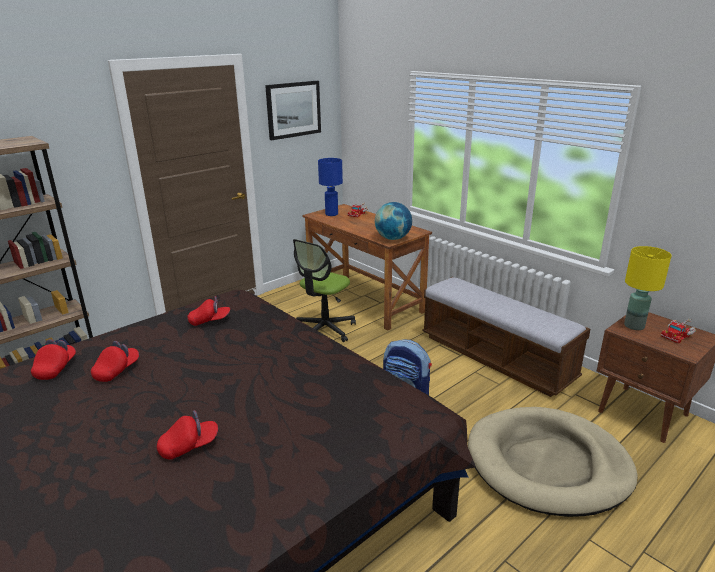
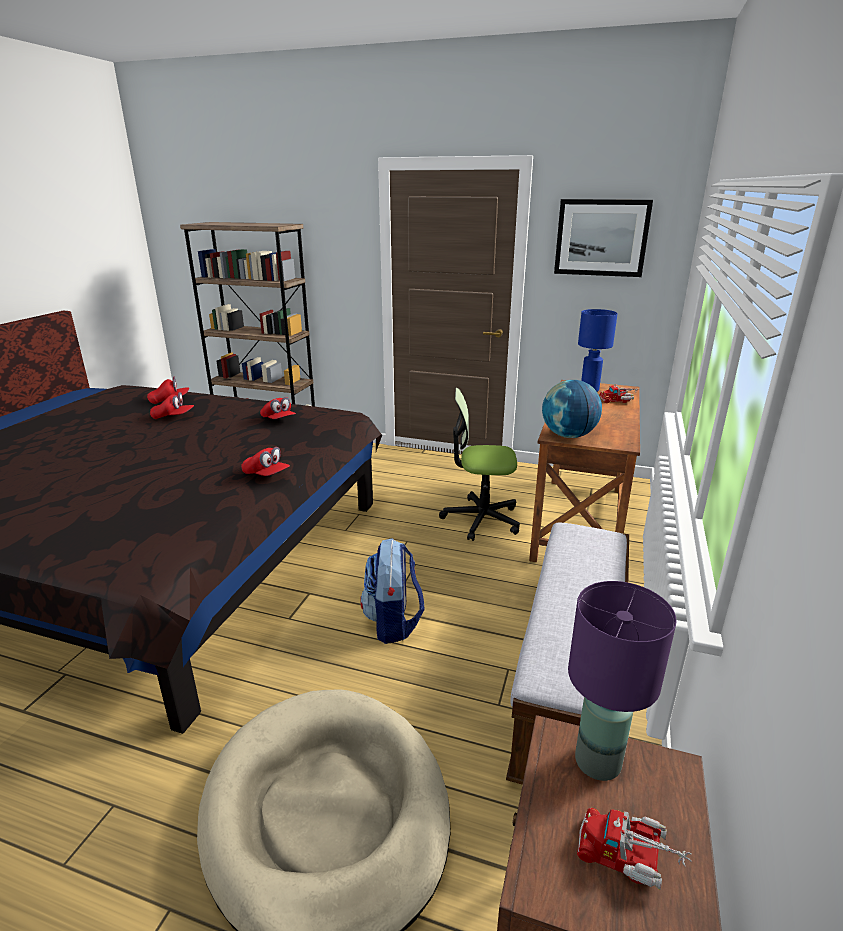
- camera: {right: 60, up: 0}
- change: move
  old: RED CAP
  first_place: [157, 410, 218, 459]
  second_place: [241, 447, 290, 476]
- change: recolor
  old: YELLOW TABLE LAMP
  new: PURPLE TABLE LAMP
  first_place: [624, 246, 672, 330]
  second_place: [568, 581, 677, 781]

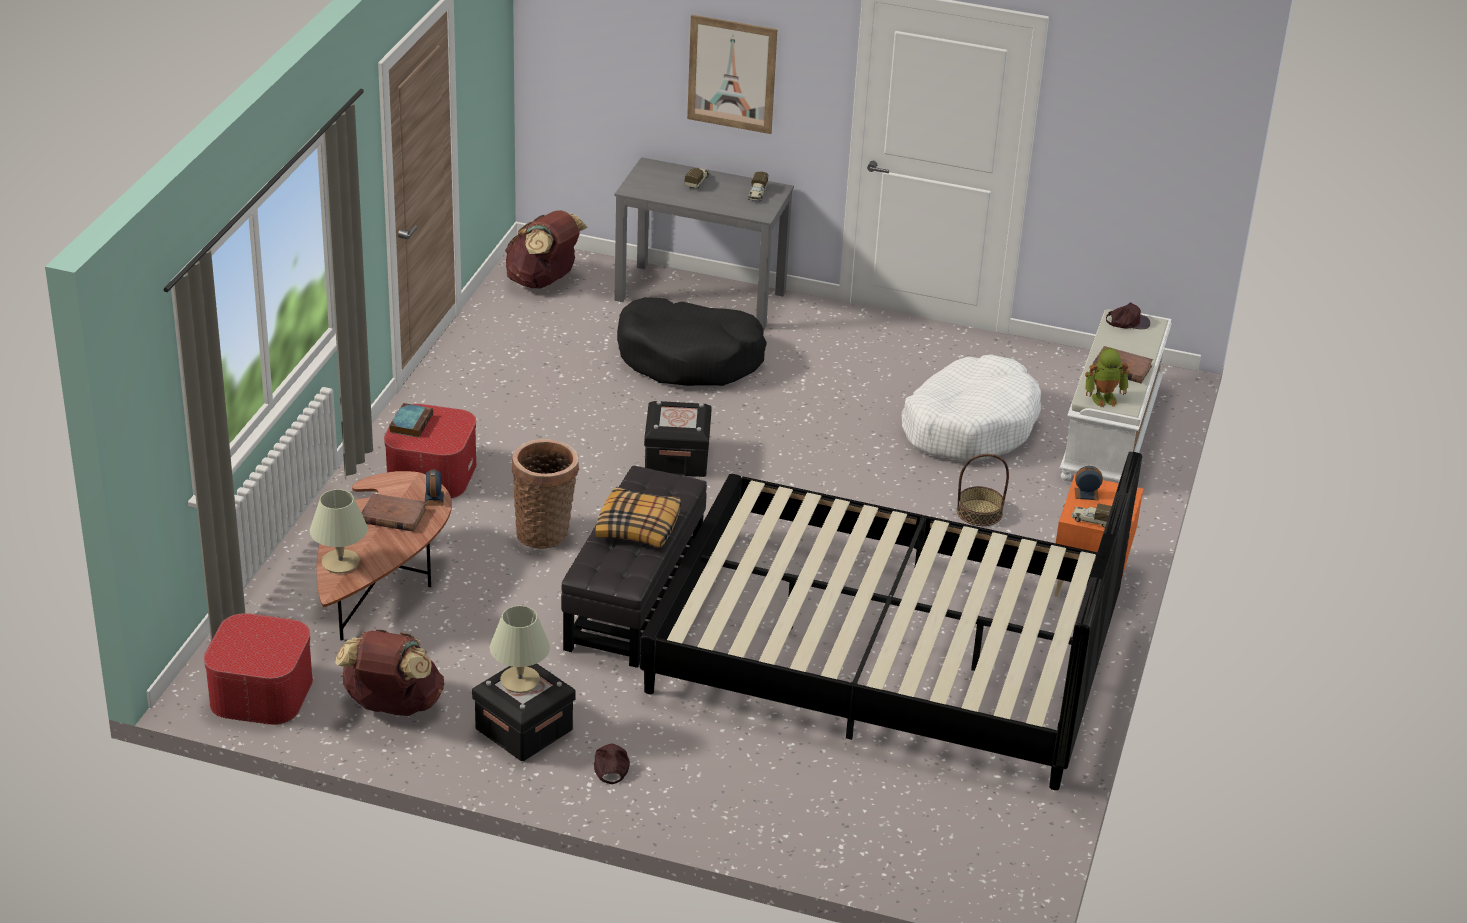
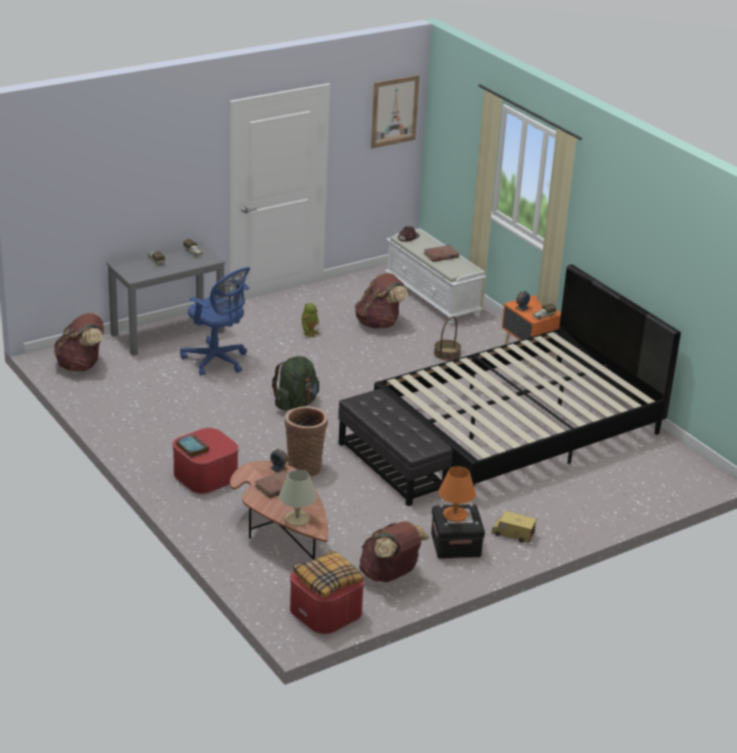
- camera: {right: -50, up: -5}
- change: move
  old: PILLOW
  first_place: [595, 487, 681, 548]
  second_place: [293, 550, 364, 598]
- change: move
  old: PICTURE
  first_place: [687, 15, 778, 134]
  second_place: [371, 75, 420, 148]
- change: move
  old: TOY ROBOT
  first_place: [1085, 348, 1130, 407]
  second_place: [301, 303, 319, 337]
- change: replace
  old: BROWN CAP
  new: TOY TRUCK
  first_place: [594, 744, 630, 784]
  second_place: [491, 511, 537, 543]
- change: replace
  old: BLACK DOG BED
  new: BLUE OFFICE CHAIR
  first_place: [617, 297, 767, 386]
  second_place: [180, 267, 250, 376]
- change: replace
  old: BLACK STORAGE BOX
  new: GREEN BACKPACK
  first_place: [644, 401, 712, 477]
  second_place: [272, 356, 319, 411]
- change: replace
  old: WHITE DOG BED
  new: BROWN BACKPACK
  first_place: [902, 354, 1041, 461]
  second_place: [355, 273, 408, 328]
- change: recolor
  old: BEIGE TABLE LAMP
  new: ORANGE TABLE LAMP
  first_place: [490, 606, 550, 693]
  second_place: [439, 466, 476, 522]

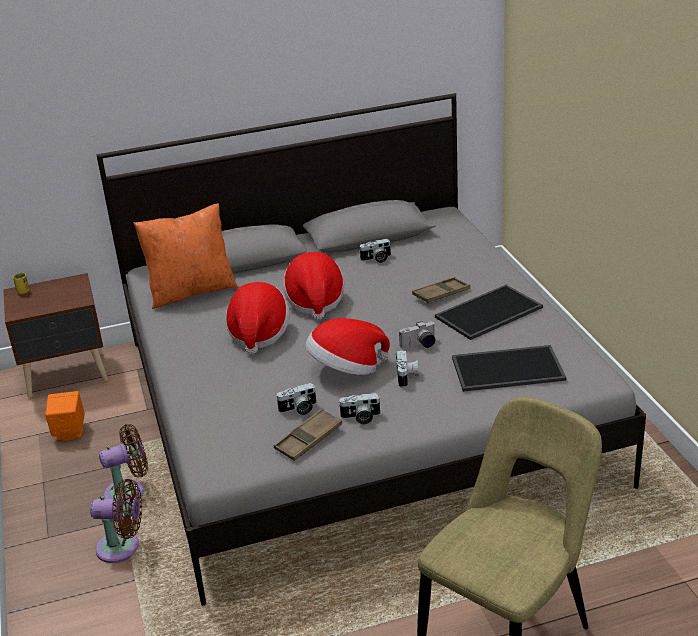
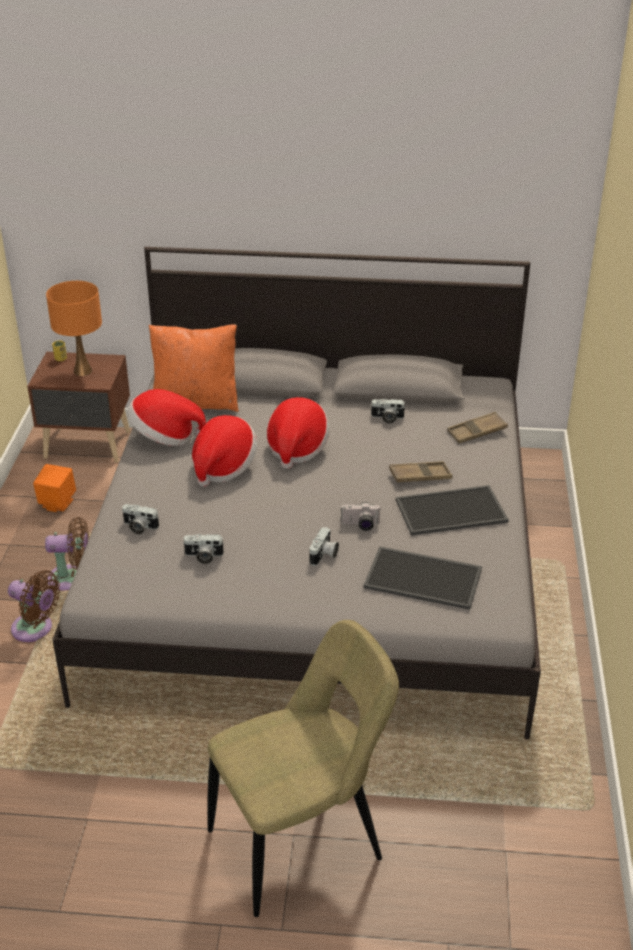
- camera: {right: 20, up: 5}
- change: insert
  new: ORANGE TABLE LAMP
  second_place: [46, 281, 102, 376]
- change: move
  old: BROWN TRAY
  first_place: [274, 409, 342, 461]
  second_place: [447, 412, 508, 443]
- change: move
  old: HAT
  first_place: [305, 318, 390, 375]
  second_place: [127, 389, 206, 446]
- change: move
  old: PHOTO CAMERA
  first_place: [338, 393, 381, 425]
  second_place: [122, 504, 159, 535]

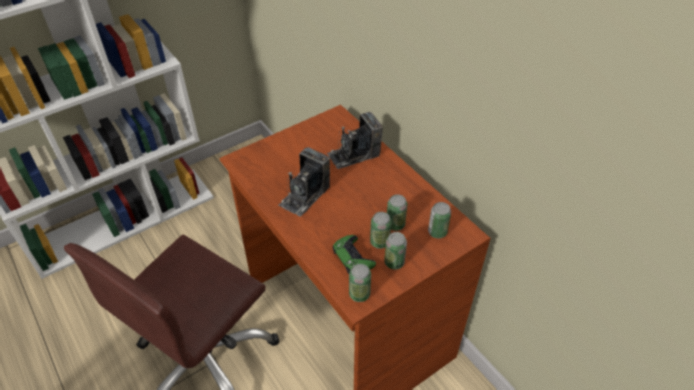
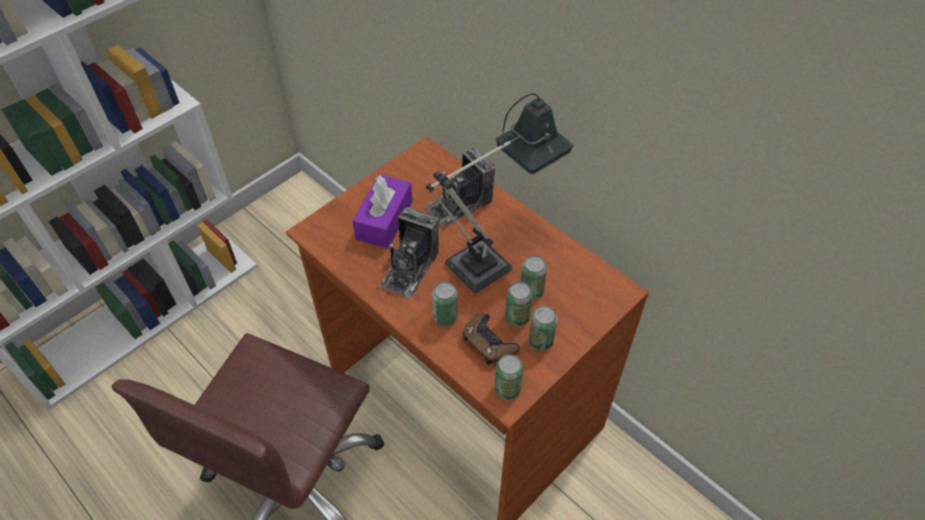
- camera: {right: -10, up: 5}
- change: insert
  new: PURPLE TISSUE BOX
  second_place: [353, 175, 413, 248]
- change: insert
  new: TABLE LAMP
  second_place: [426, 94, 574, 293]
- change: move
  old: CAN
  first_place: [428, 202, 451, 239]
  second_place: [432, 282, 458, 326]
- change: recolor
  old: GREEN GAME CONTROLLER
  new: BROWN GAME CONTROLLER
  first_place: [333, 235, 376, 274]
  second_place: [462, 313, 520, 365]

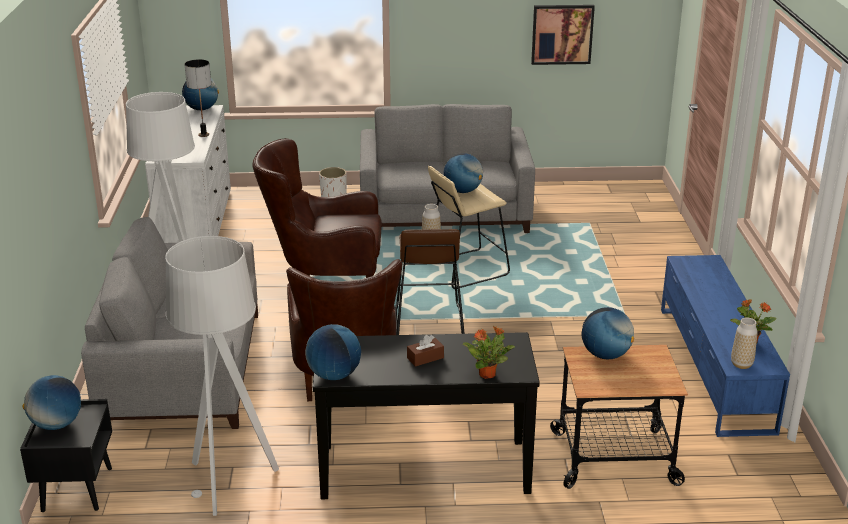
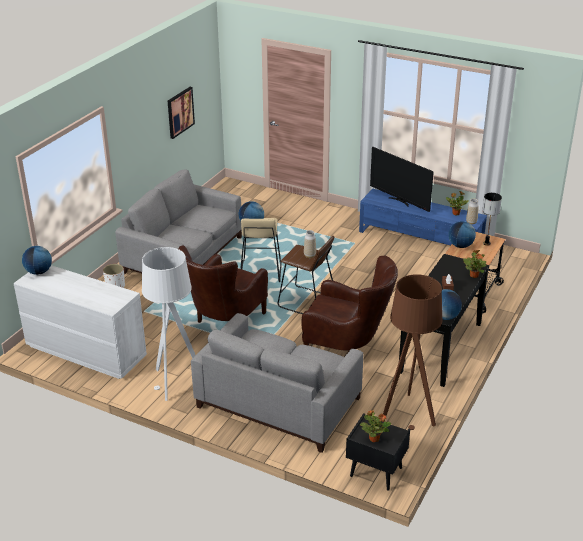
- camera: {right: -60, up: 5}
- change: insert
  new: TELEVISION
  second_place: [370, 147, 434, 212]
- change: move
  old: TABLE LAMP
  first_place: [184, 59, 211, 137]
  second_place: [482, 193, 502, 246]
- change: replace
  old: GLOBE
  new: POTTED PLANT
  first_place: [23, 375, 81, 430]
  second_place: [360, 410, 391, 442]
- change: recolor
  old: GREY FLOOR LAMP
  new: BROWN FLOOR LAMP
  first_place: [165, 236, 279, 516]
  second_place: [382, 274, 443, 430]

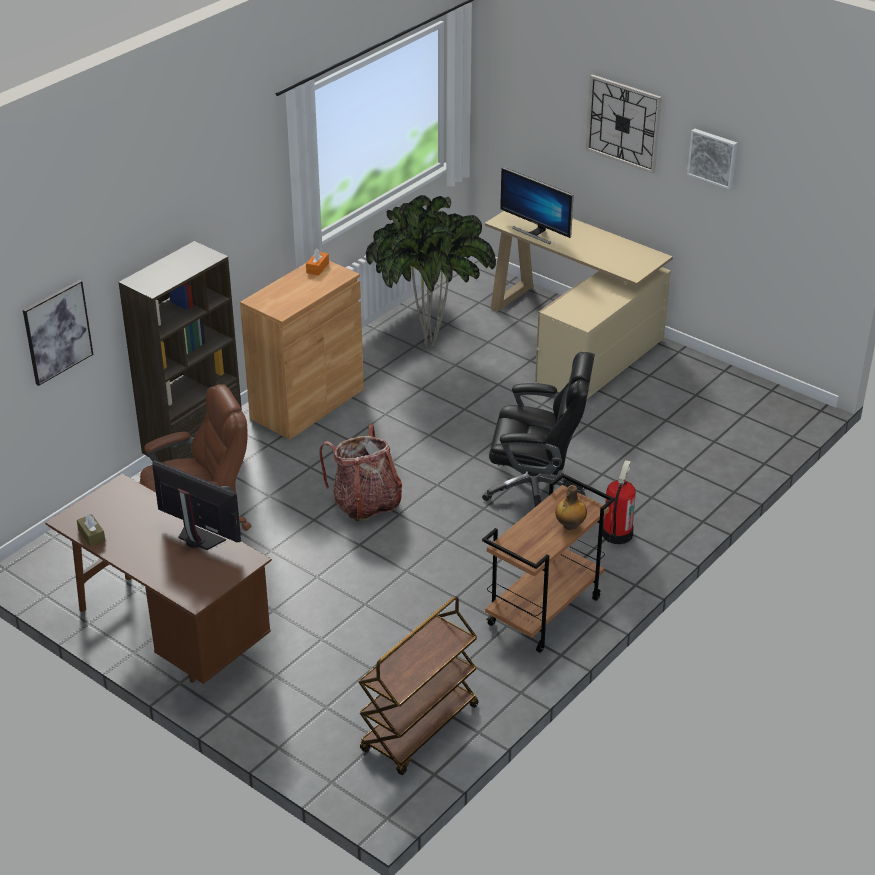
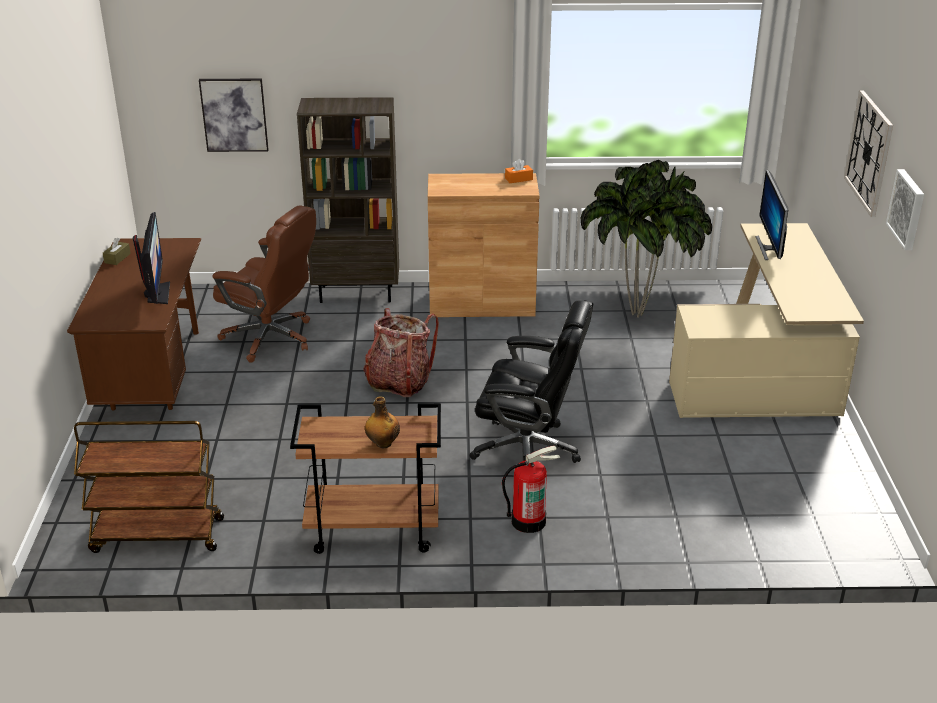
- camera: {right: 50, up: -5}
- change: rotate
  old: BLACK OFFICE CHAIR
  first_place: [482, 352, 595, 507]
  second_place: [469, 300, 593, 463]
  degrees: -45

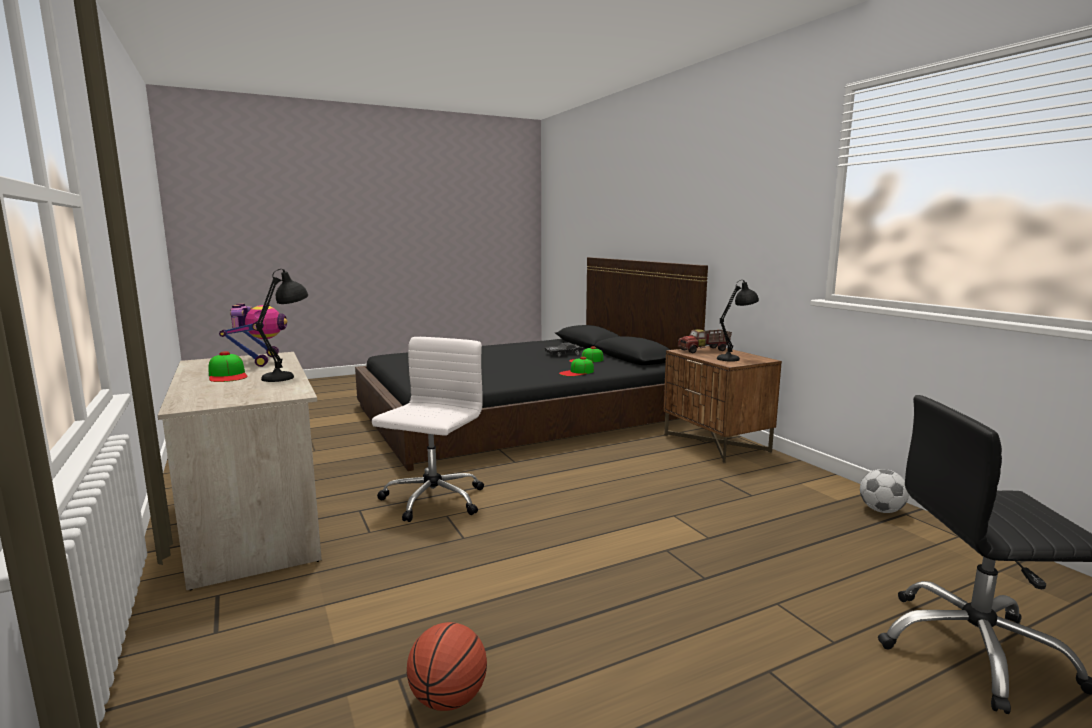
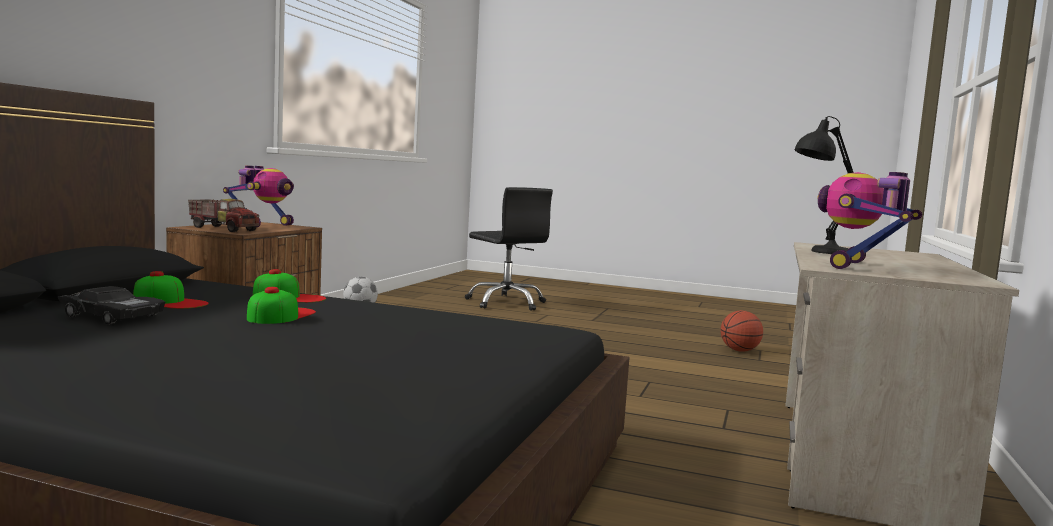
- camera: {right: -135, up: -5}
- change: delete
  old: WHITE OFFICE CHAIR
  first_place: [372, 337, 484, 522]
- change: move
  old: CAP
  first_place: [209, 351, 247, 382]
  second_place: [247, 287, 316, 324]
- change: replace
  old: BLACK TABLE LAMP
  new: TOY ROBOT
  first_place: [717, 280, 759, 362]
  second_place: [223, 165, 294, 228]

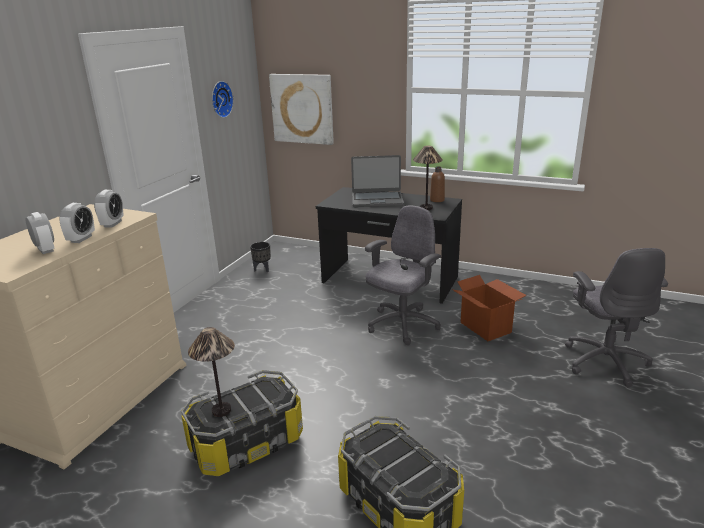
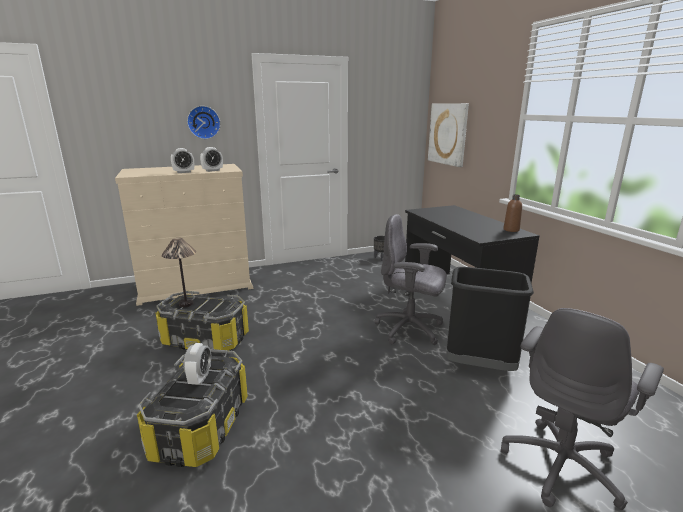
- camera: {right: 45, up: -5}
- change: delete
  old: LAPTOP
  first_place: [351, 155, 404, 207]
- change: delete
  old: TABLE LAMP
  first_place: [413, 146, 443, 210]
- change: move
  old: ALARM CLOCK
  first_place: [26, 212, 55, 254]
  second_place: [184, 343, 211, 385]
- change: move
  old: WALL CLOCK
  first_place: [212, 81, 234, 118]
  second_place: [187, 106, 221, 139]
- change: replace
  old: CARDBOARD BOX
  new: BLACK TRASH CAN
  first_place: [452, 275, 527, 341]
  second_place: [446, 267, 534, 371]
- change: rotate
  old: GREY OFFICE CHAIR
  first_place: [365, 205, 441, 345]
  second_place: [374, 214, 447, 345]
  degrees: -150

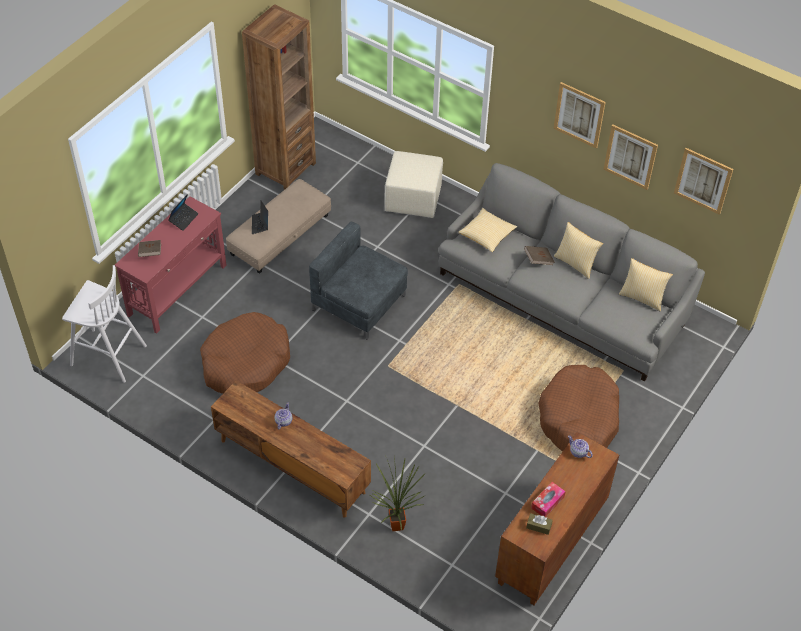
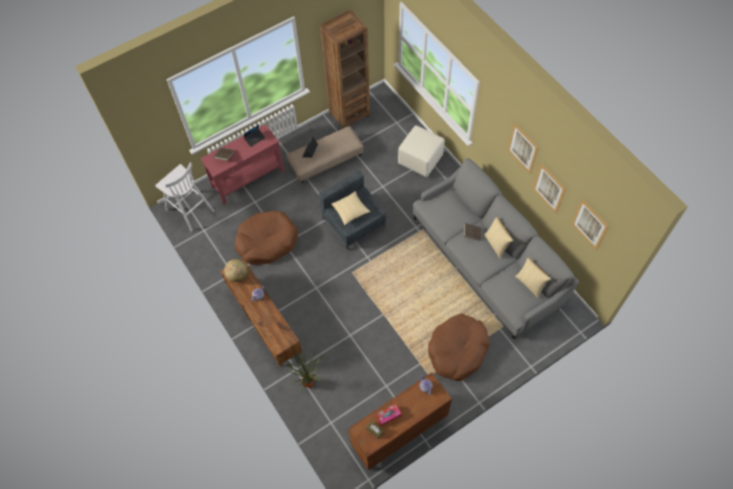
- camera: {right: 25, up: 10}
- change: insert
  new: GLOBE
  second_place: [224, 259, 247, 282]
- change: move
  old: PILLOW
  first_place: [458, 208, 517, 252]
  second_place: [331, 191, 371, 225]

